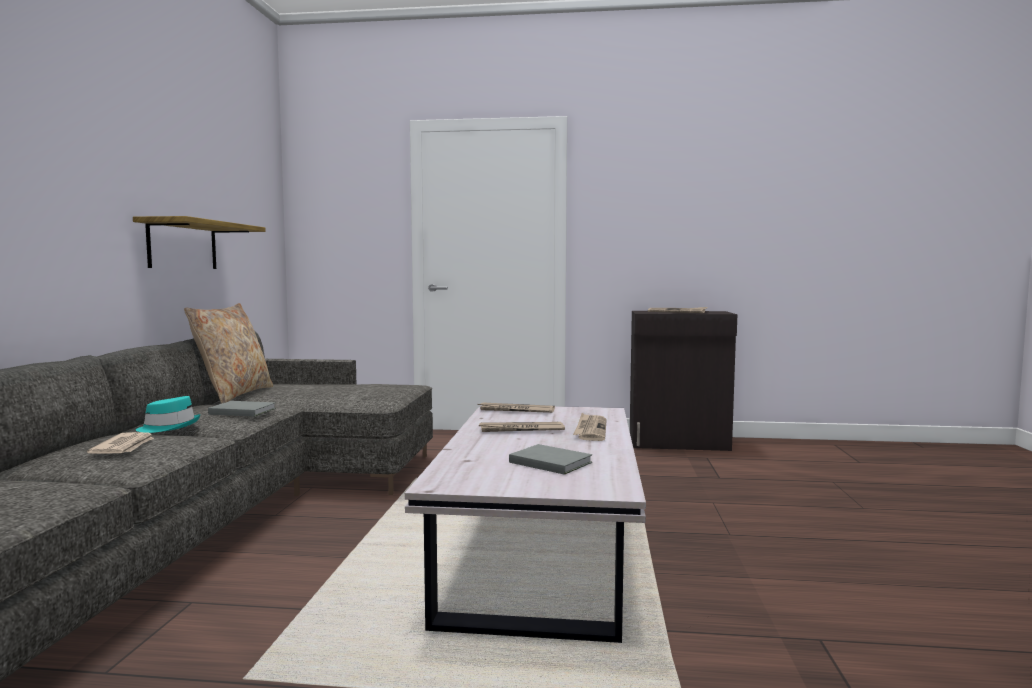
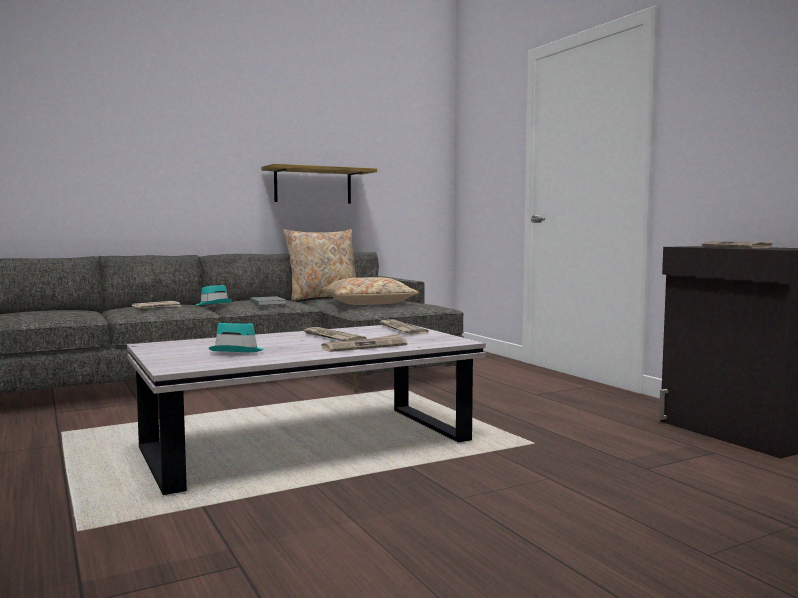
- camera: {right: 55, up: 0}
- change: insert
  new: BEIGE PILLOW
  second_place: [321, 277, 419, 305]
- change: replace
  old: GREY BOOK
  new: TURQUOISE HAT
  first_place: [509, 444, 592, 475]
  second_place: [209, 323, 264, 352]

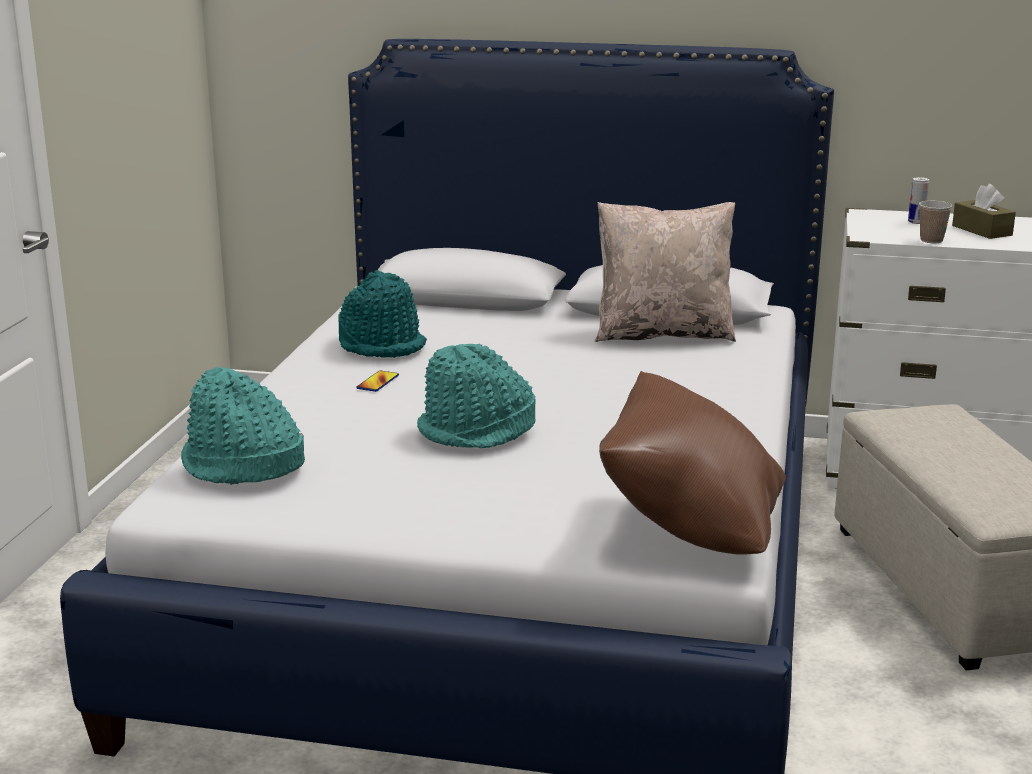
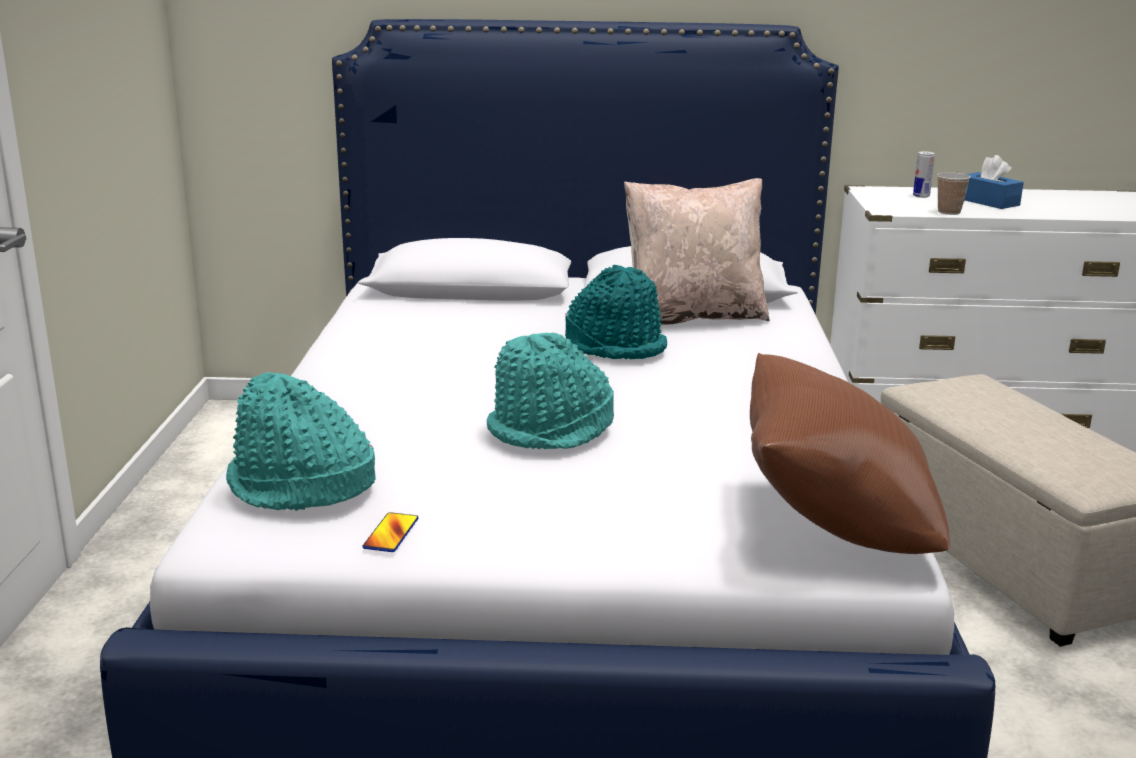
- camera: {right: -10, up: 0}
- change: move
  old: TURQUOISE HAT
  first_place: [338, 270, 427, 358]
  second_place: [565, 265, 667, 359]
- change: move
  old: PHONE
  first_place: [356, 371, 399, 392]
  second_place: [363, 512, 419, 552]
- change: recolor
  old: BROWN TISSUE BOX
  new: BLUE TISSUE BOX
  first_place: [952, 184, 1016, 239]
  second_place: [965, 155, 1024, 209]

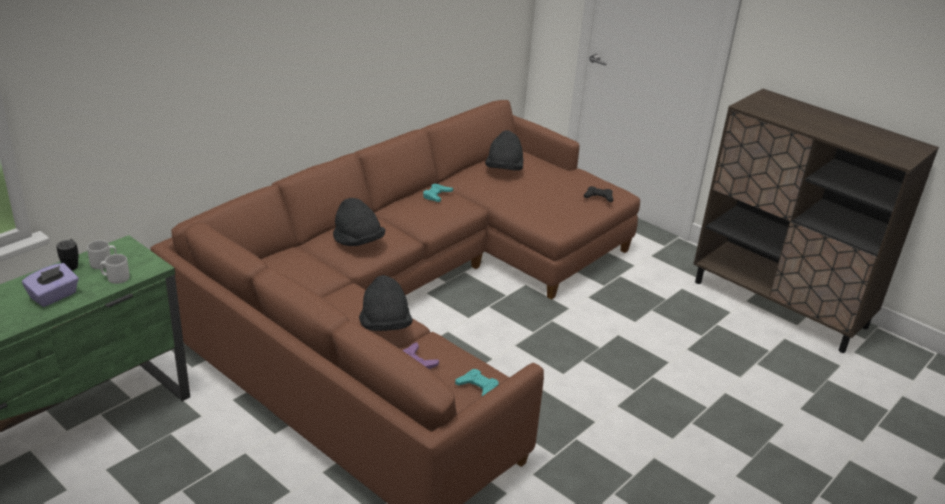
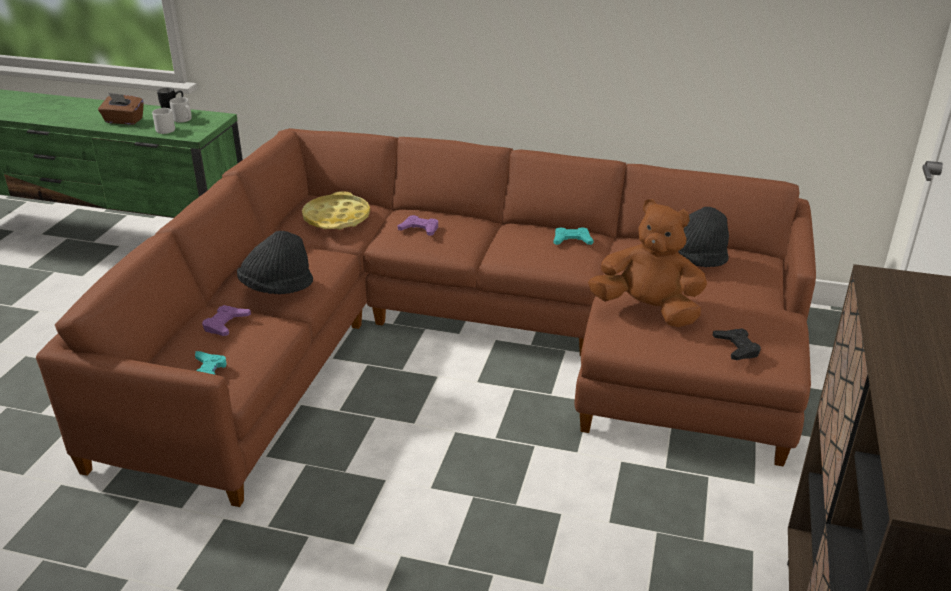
- camera: {right: 65, up: 0}
- change: insert
  new: YELLOW TRAY
  second_place: [302, 191, 370, 230]
- change: insert
  new: BROWN PLUSH TOY
  second_place: [588, 199, 707, 327]
- change: replace
  old: BLACK HAT
  new: PURPLE GAME CONTROLLER
  first_place: [333, 198, 385, 246]
  second_place: [398, 215, 438, 236]
- change: recolor
  old: PURPLE TISSUE BOX
  new: BROWN TISSUE BOX
  first_place: [22, 263, 79, 307]
  second_place: [98, 93, 144, 125]

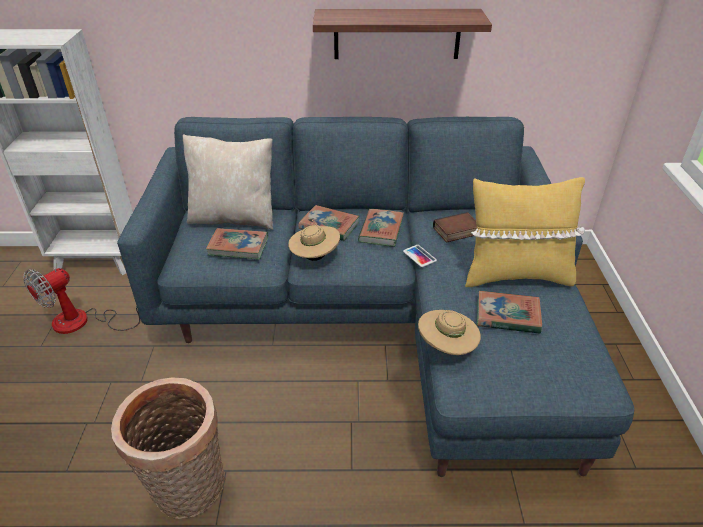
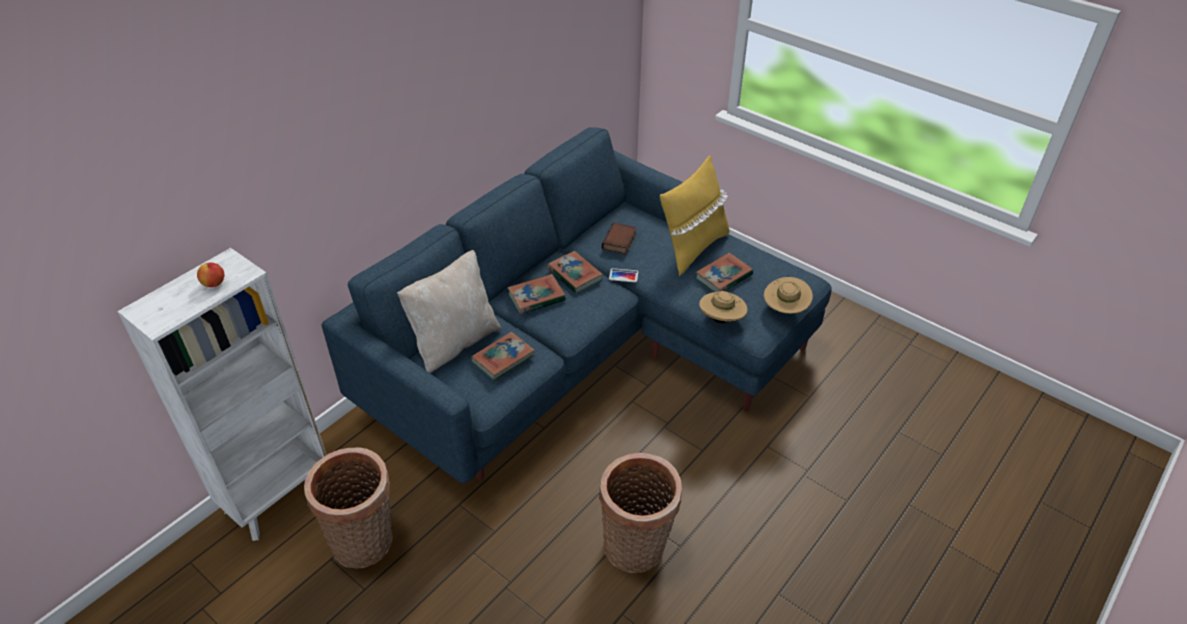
- camera: {right: -50, up: 5}
- change: delete
  old: SHELF
  first_place: [313, 9, 492, 59]
- change: insert
  new: APPLE
  second_place: [197, 262, 224, 287]
- change: move
  old: BEIGE HAT
  first_place: [288, 220, 340, 261]
  second_place: [764, 277, 813, 314]
- change: replace
  old: FAN
  new: BASKET
  first_place: [23, 268, 140, 334]
  second_place: [304, 448, 392, 568]

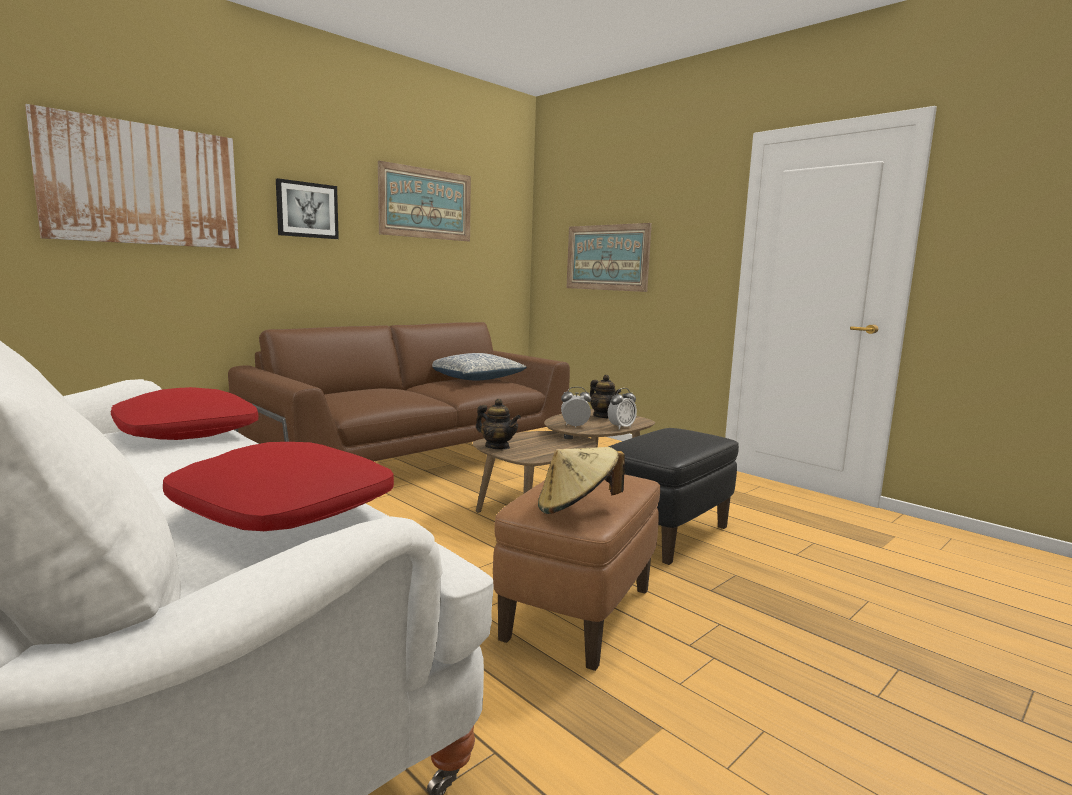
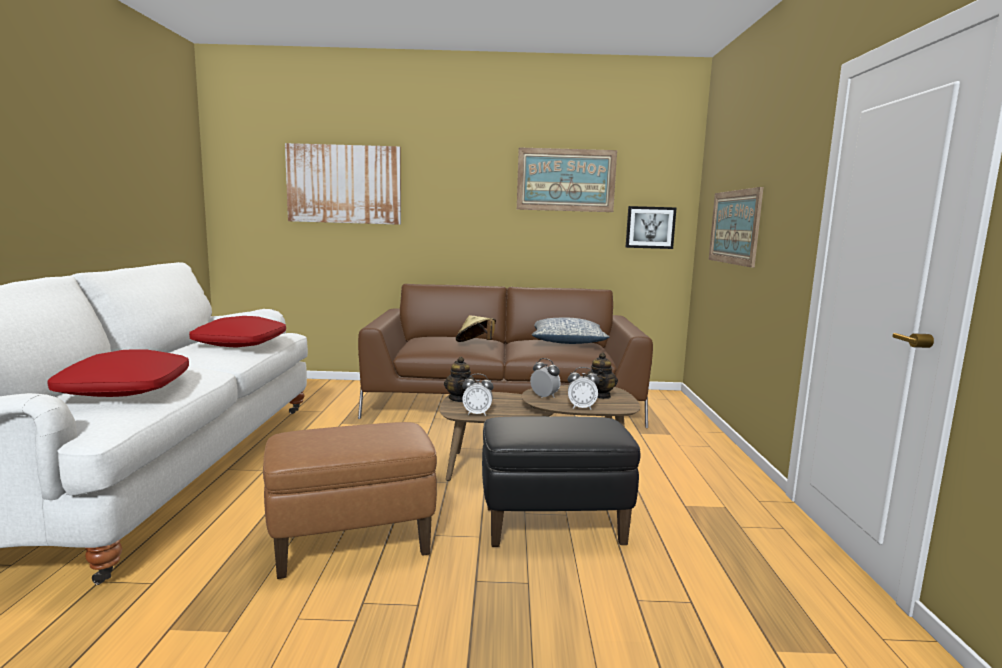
- camera: {right: 45, up: 0}
- change: insert
  new: ALARM CLOCK
  second_place: [462, 374, 494, 416]
- change: move
  old: PICTURE
  first_place: [276, 178, 339, 239]
  second_place: [626, 206, 677, 249]
- change: move
  old: BEIGE HAT
  first_place: [538, 447, 625, 514]
  second_place: [456, 315, 496, 342]

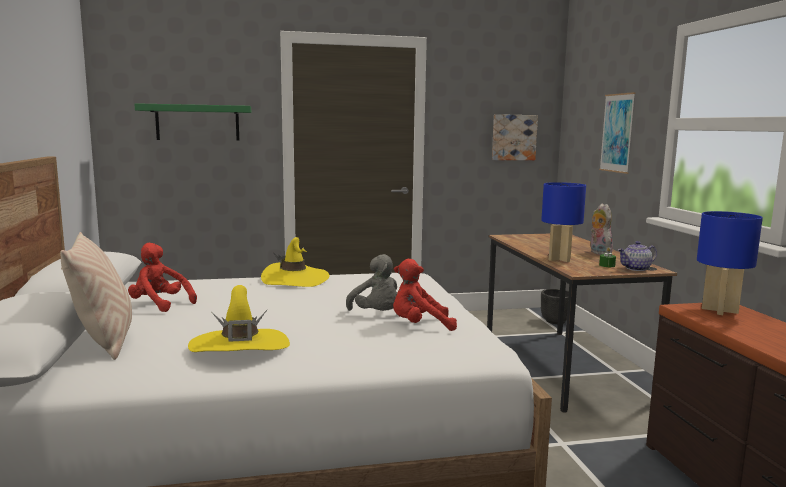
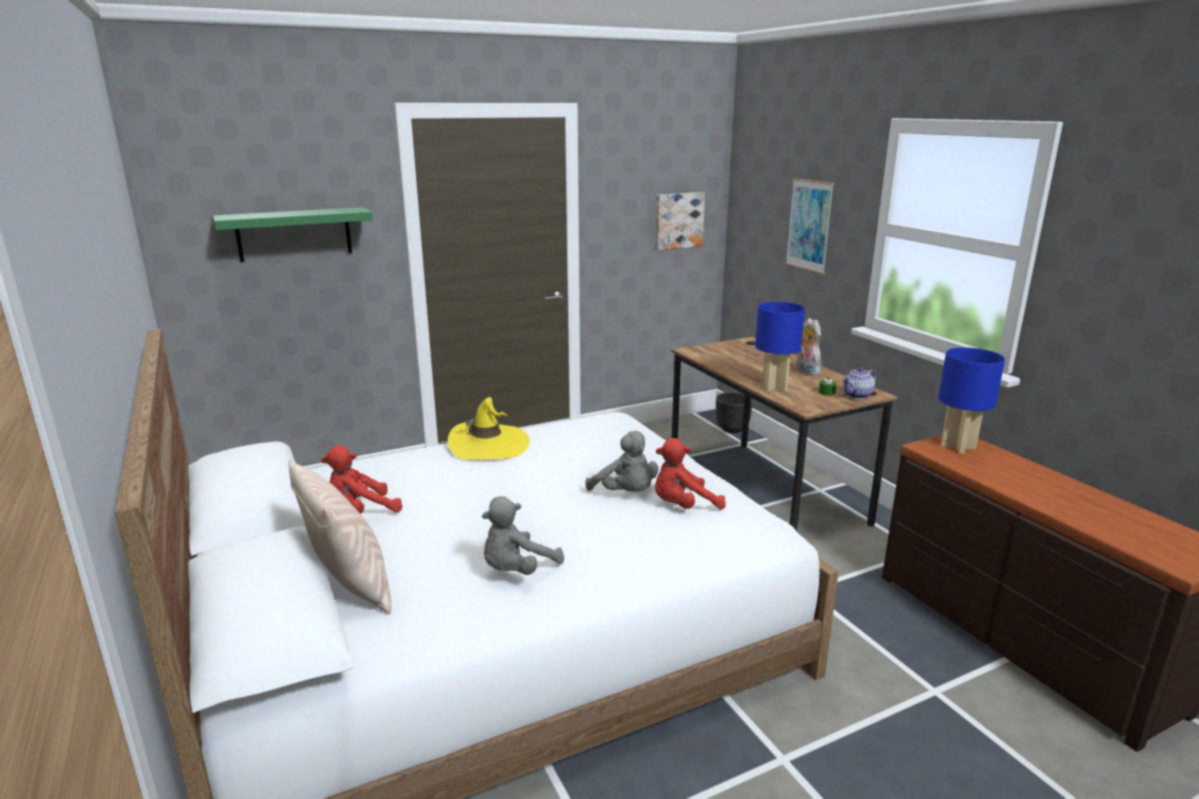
- camera: {right: -15, up: 10}
- change: replace
  old: YELLOW HAT
  new: GREY PLUSH TOY
  first_place: [188, 285, 290, 352]
  second_place: [482, 496, 564, 575]
- change: rotate
  old: RED PLUSH TOY
  first_place: [128, 243, 197, 312]
  second_place: [321, 445, 402, 514]
  degrees: -45

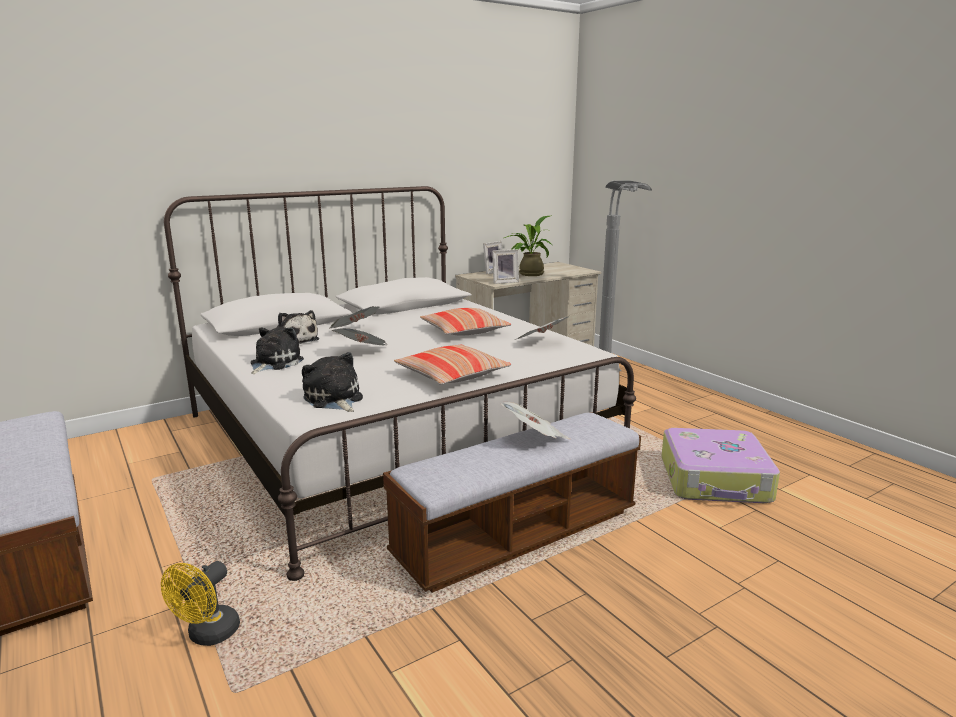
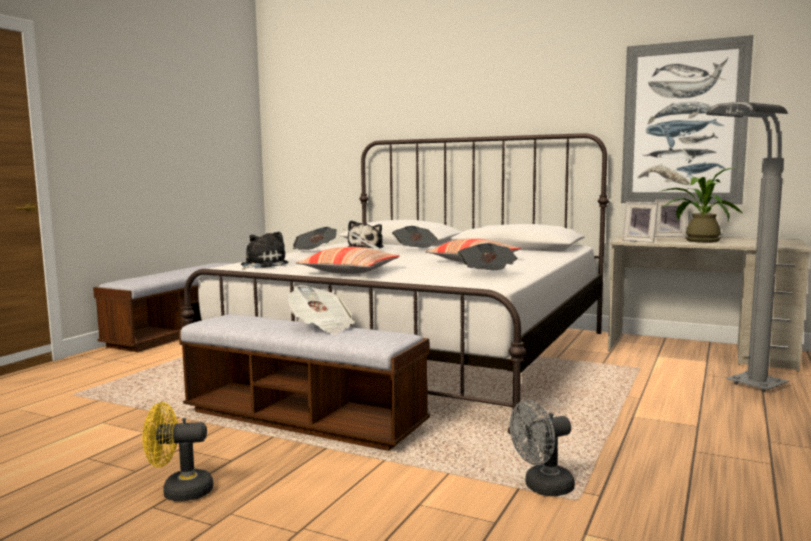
- camera: {right: 60, up: -10}
- change: insert
  new: PICTURE
  second_place: [621, 35, 753, 204]
- change: move
  old: YELLOW FAN
  first_place: [161, 561, 240, 646]
  second_place: [142, 402, 213, 501]
- change: replace
  old: PLUSH TOY
  new: NEWSPAPER
  first_place: [250, 326, 304, 374]
  second_place: [293, 227, 337, 250]
- change: replace
  old: SUITCASE
  new: GREY FAN
  first_place: [661, 428, 780, 503]
  second_place: [510, 400, 575, 496]

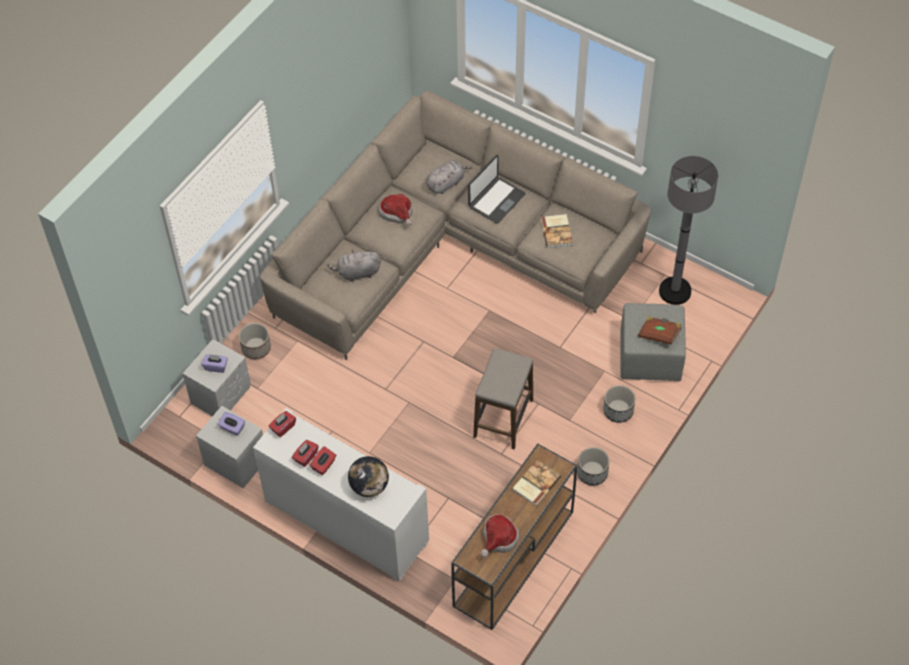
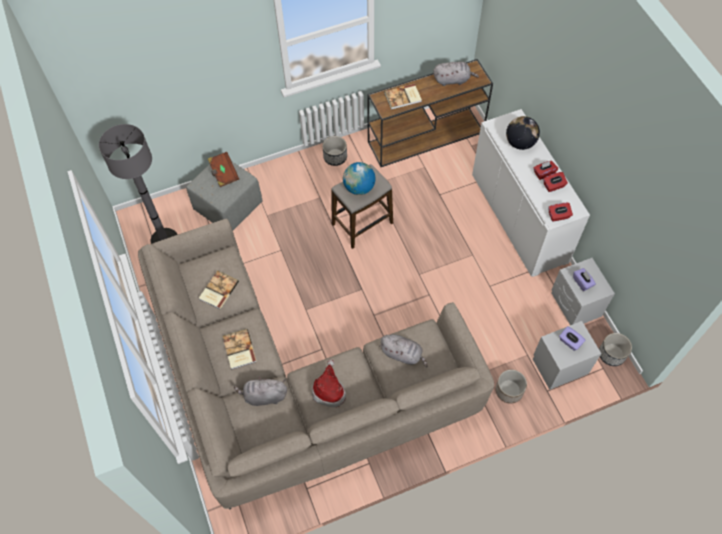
- camera: {right: -145, up: 5}
- change: insert
  new: GLOBE
  second_place: [343, 162, 375, 195]
- change: move
  old: PLANTER
  first_place: [603, 385, 635, 423]
  second_place: [599, 333, 632, 366]
- change: replace
  old: LAPTOP
  new: BOOK
  first_place: [468, 155, 526, 224]
  second_place: [223, 329, 257, 370]
- change: replace
  old: HAT
  new: GREY PLUSH TOY
  first_place: [481, 514, 520, 557]
  second_place: [433, 62, 479, 86]

